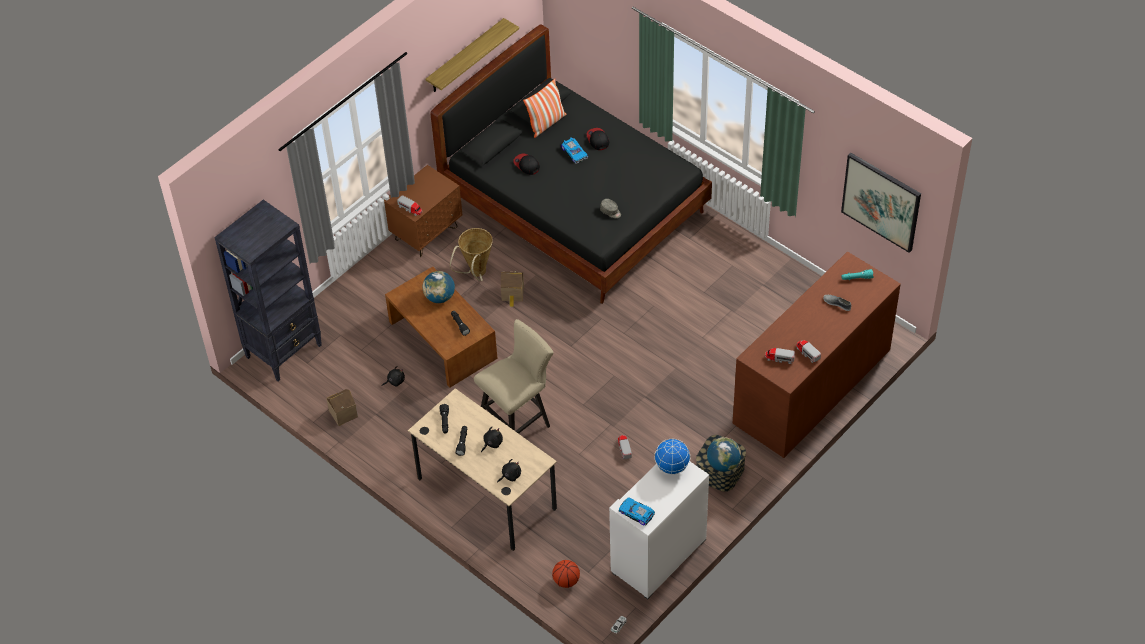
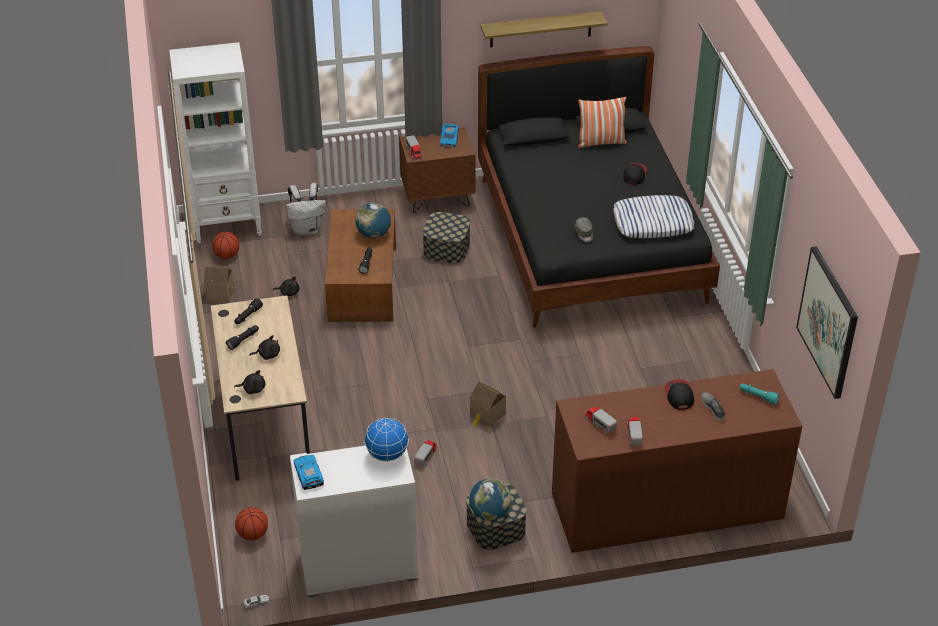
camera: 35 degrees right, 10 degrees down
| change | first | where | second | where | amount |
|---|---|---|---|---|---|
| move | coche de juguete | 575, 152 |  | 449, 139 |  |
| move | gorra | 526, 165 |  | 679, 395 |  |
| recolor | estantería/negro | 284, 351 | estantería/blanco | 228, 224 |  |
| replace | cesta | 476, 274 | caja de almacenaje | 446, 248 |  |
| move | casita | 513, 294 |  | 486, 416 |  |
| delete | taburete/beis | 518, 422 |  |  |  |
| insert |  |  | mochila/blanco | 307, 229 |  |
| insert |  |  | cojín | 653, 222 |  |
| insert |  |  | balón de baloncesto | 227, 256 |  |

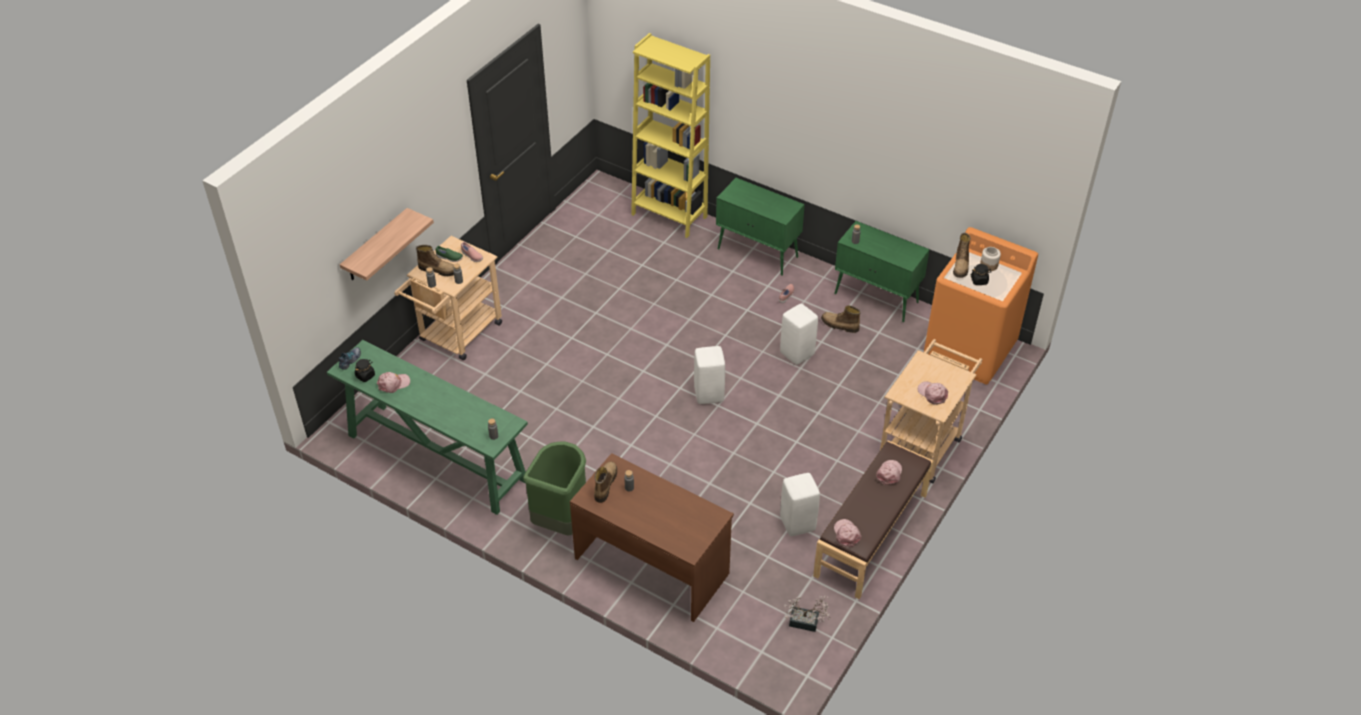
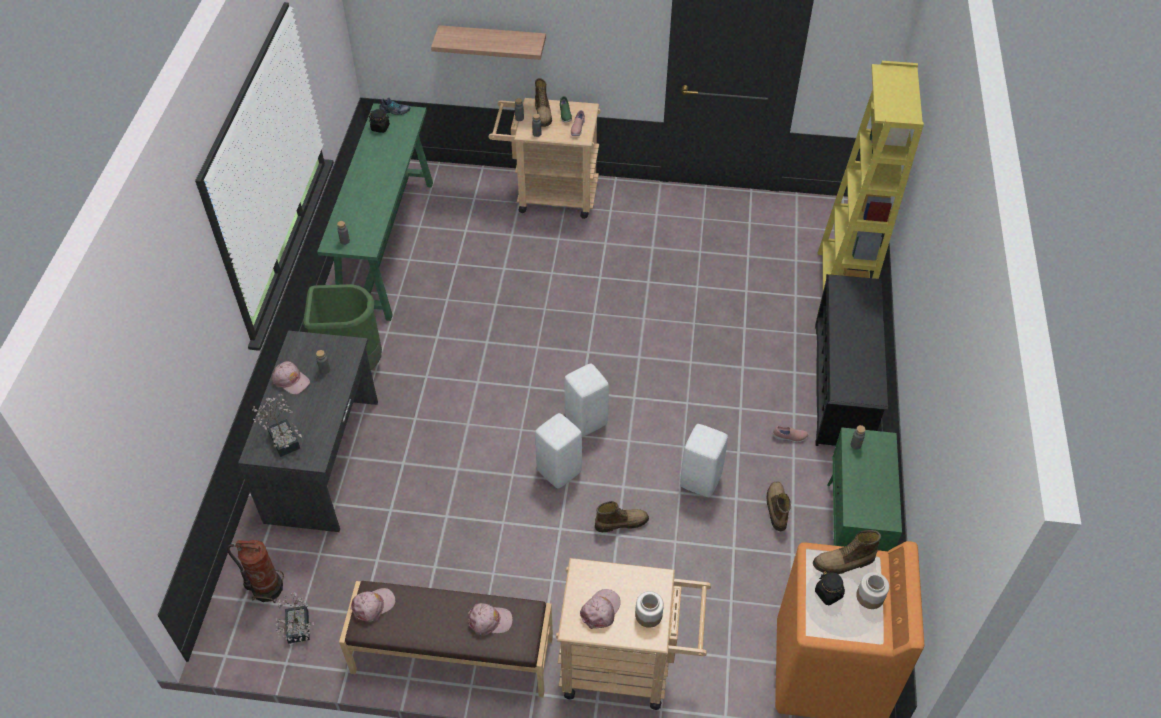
camera: 65 degrees right, 5 degrees up
| change | first | where | second | where | amount |
|---|---|---|---|---|---|
| replace | armario/verde | 758, 253 | zapatero/negro | 842, 385 |  |
| move | gorra/rosa | 393, 384 |  | 291, 380 |  |
| recolor | escritorio/marrón | 652, 565 | escritorio/gris | 324, 460 |  |
| move | bota | 605, 484 |  | 621, 522 |  |
| move | taburete/blanco | 797, 523 |  | 559, 470 |  |
| insert |  |  | planta en maceta | 283, 437 |  |
| insert |  |  | extintor | 266, 587 |  |
| insert |  |  | tarro | 648, 615 |  |

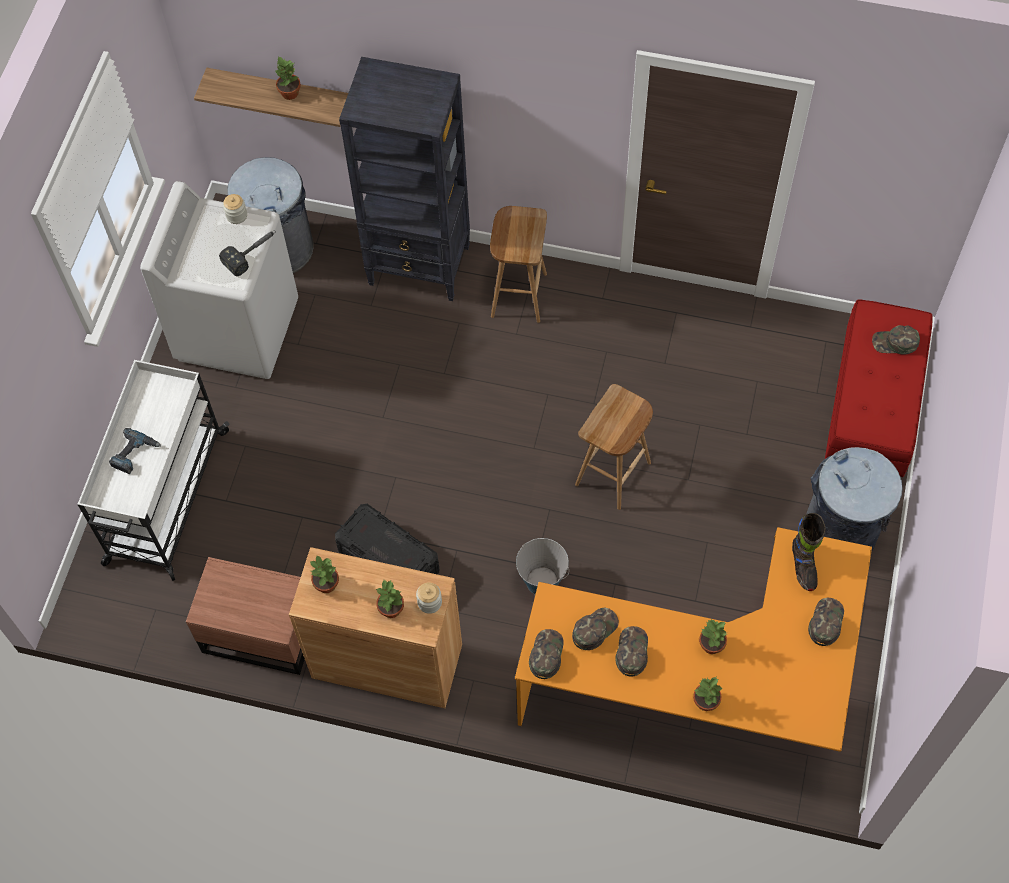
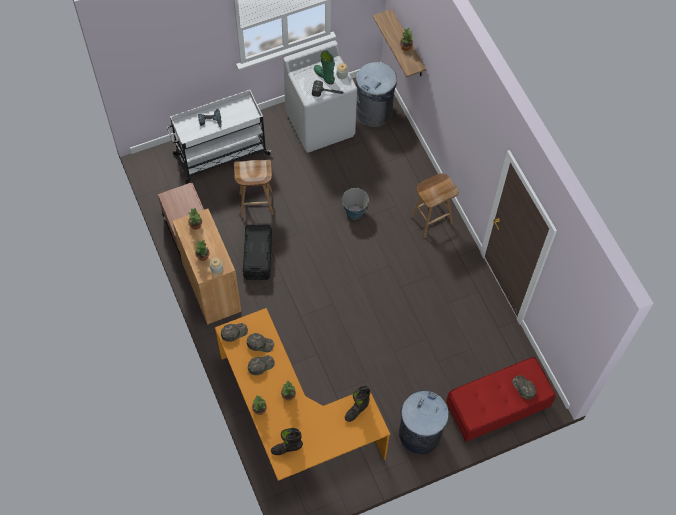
camera: 50 degrees right, 0 degrees up
| change | first | where | second | where | amount |
|---|---|---|---|---|---|
| delete | estantería/negro | 420, 266 |  |  |  |
| move | taburete/marrón | 613, 475 |  | 255, 204 |  |
| move | cubo | 541, 580 |  | 354, 211 |  |
| delete | gorra/verde | 825, 622 |  |  |  |
| insert |  |  | bota/verde | 324, 76 |  |
| insert |  |  | bota/negro | 286, 448 |  |

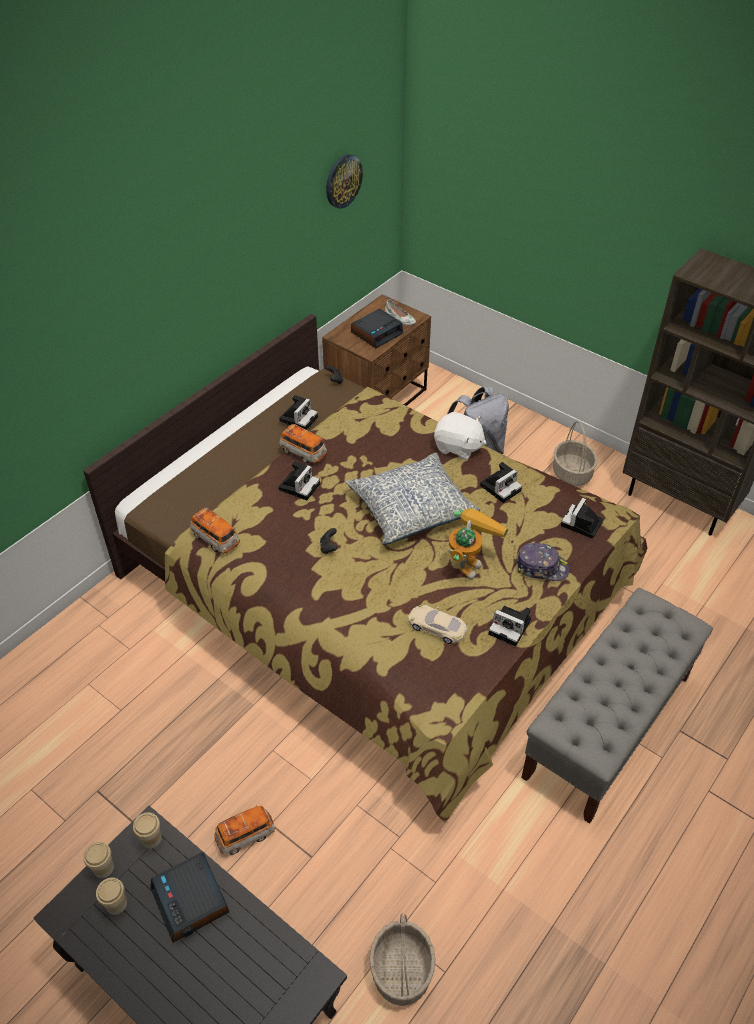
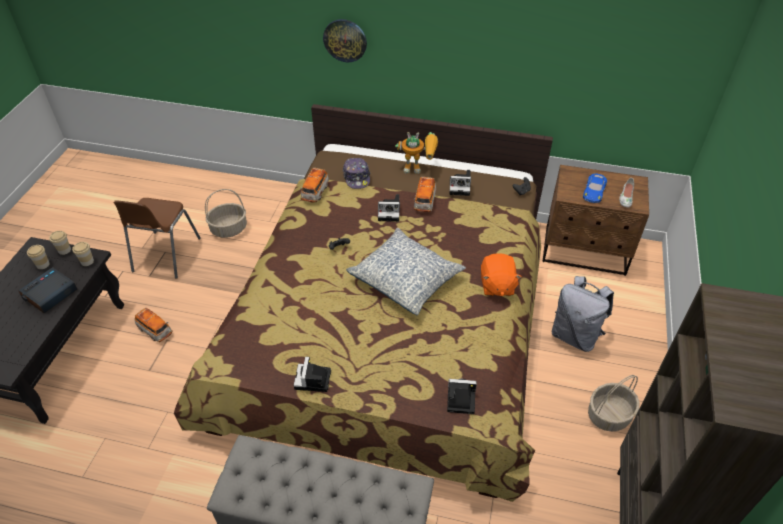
camera: 65 degrees right, 0 degrees up
| change | first | where | second | where | amount |
|---|---|---|---|---|---|
| move | reloj de pared | 343, 181 |  | 345, 40 |  |
| replace | despertador | 377, 333 | coche de juguete/azul | 594, 191 |  |
| recolor | peluche/blanco | 458, 447 | peluche/naranja | 496, 285 |  |
| delete | cámara | 501, 487 |  |  |  |
| move | robot de juguete | 469, 561 |  | 419, 168 |  |
| move | gorra | 541, 567 |  | 357, 177 |  |
| delete | coche de juguete/beis | 437, 627 |  |  |  |
| move | cesta | 402, 972 |  | 228, 229 |  |
| insert |  |  | silla/marrón | 165, 255 |  |

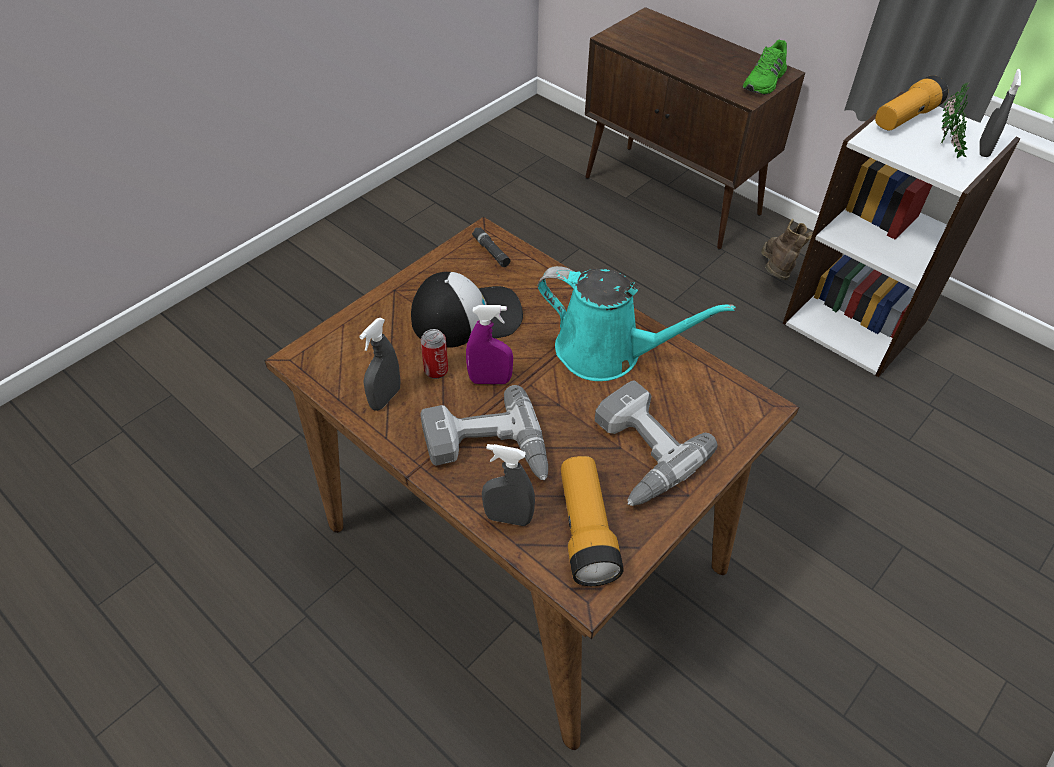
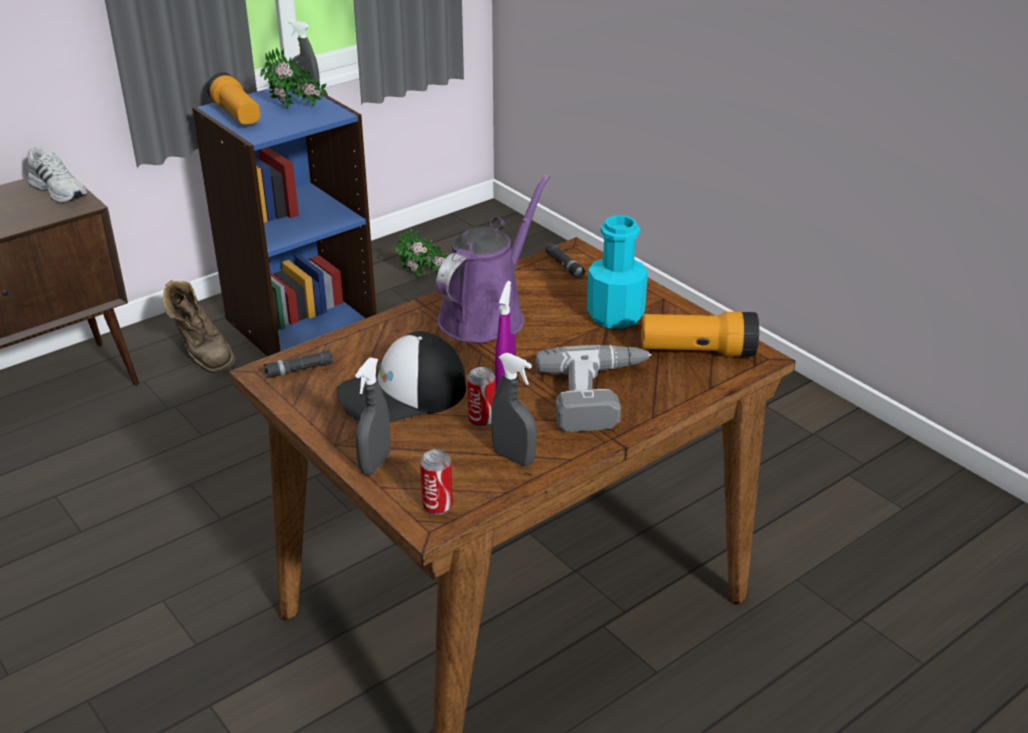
camera: 80 degrees left, 15 degrees down
| change | first | where | second | where | amount |
|---|---|---|---|---|---|
| recolor | zapato/verde | 765, 81 | zapato/blanco | 59, 191 |  |
| recolor | estantería/blanco | 856, 321 | estantería/azul | 300, 322 |  |
| rotate | bota/marrón | 776, 273 |  | 202, 354 | 150 degrees counterclockwise |
| recolor | regadera/turquesa | 607, 352 | regadera/morado | 487, 315 |  |
| rotate | gorra | 467, 316 |  | 402, 394 | 105 degrees counterclockwise |
| replace | taladro | 637, 453 | botella/turquesa | 615, 316 |  |
| move | pulverizador/gris | 508, 518 |  | 375, 463 |  |
| insert |  |  | planta en maceta | 424, 276 |  |
| insert |  |  | linterna/negro | 564, 266 |  |
| insert |  |  | lata | 437, 506 |  |

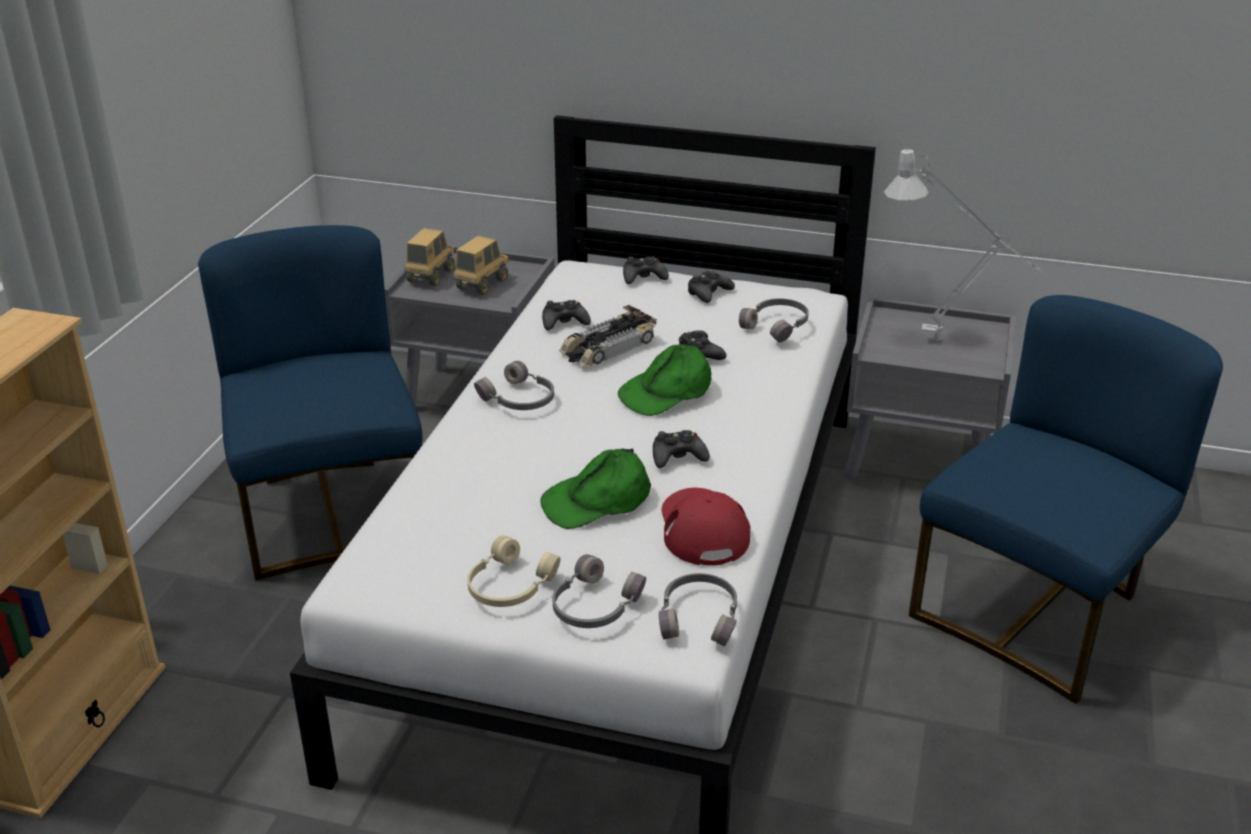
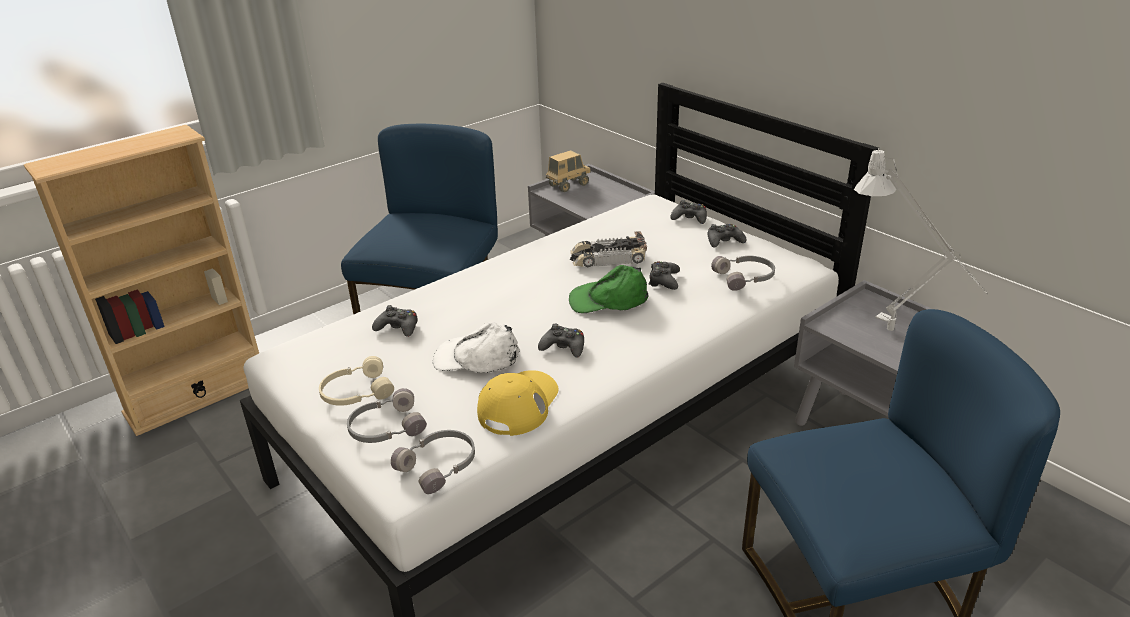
camera: 35 degrees right, 0 degrees up
| change | first | where | second | where | amount |
|---|---|---|---|---|---|
| delete | camión de juguete | 482, 285 |  |  |  |
| move | mando de consola/negro | 564, 322 |  | 398, 327 |  |
| delete | auriculares/gris | 518, 400 |  |  |  |
| recolor | gorra/verde | 597, 501 | gorra/blanco | 476, 358 |  |
| recolor | gorra/rojo | 702, 529 | gorra/amarillo | 518, 404 |  |

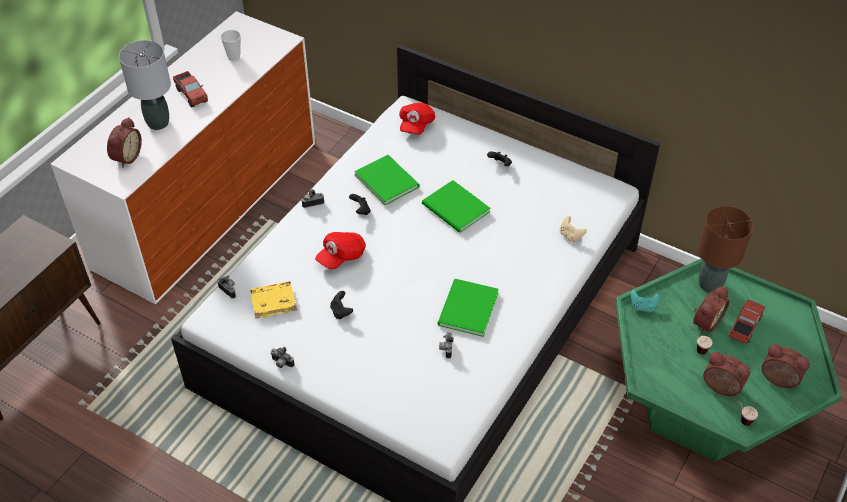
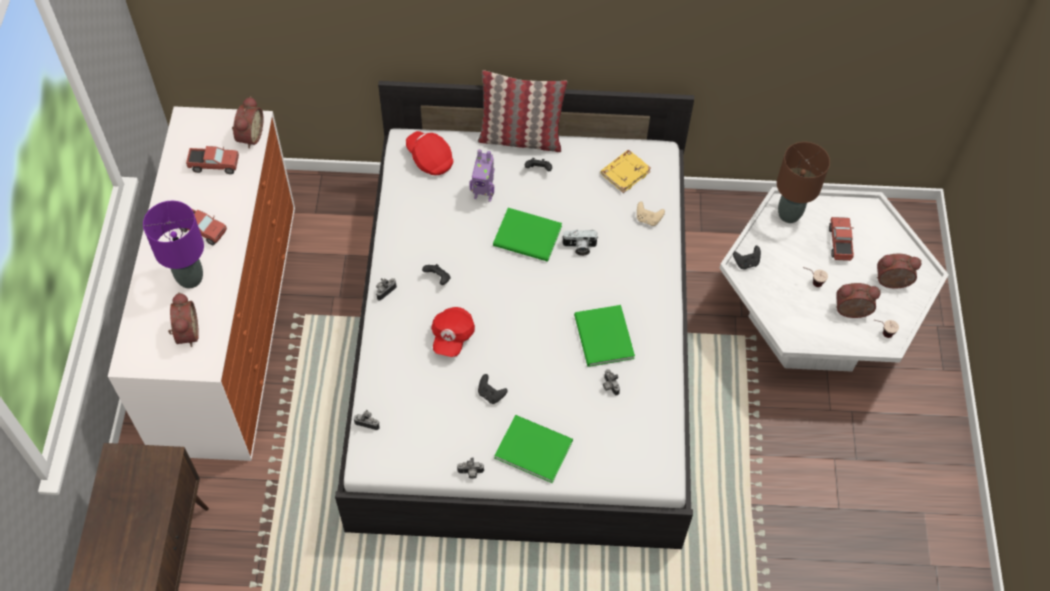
camera: 30 degrees left, 10 degrees up
| change | first | where | second | where | amount |
|---|---|---|---|---|---|
| replace | taza | 234, 57 | camión de juguete | 214, 165 |  |
| recolor | lámpara de mesa/gris | 157, 123 | lámpara de mesa/morado | 190, 279 |  |
| rotate | gorra/rojo | 416, 125 |  | 430, 159 | 150 degrees clockwise |
| move | libro/verde | 387, 179 |  | 532, 447 |  |
| recolor | mesa de centro/verde | 704, 402 | mesa de centro/blanco | 814, 320 |  |
| move | libro/amarillo | 274, 301 |  | 625, 173 |  |
| move | despertador | 705, 322 |  | 249, 136 |  |
| recolor | mando de consola/turquesa | 642, 307 | mando de consola/negro | 746, 263 |  |
| insert |  |  | cojín | 520, 138 |  |
| insert |  |  | robot de juguete | 483, 194 |  |
| insert |  |  | cámara | 579, 247 |  |

